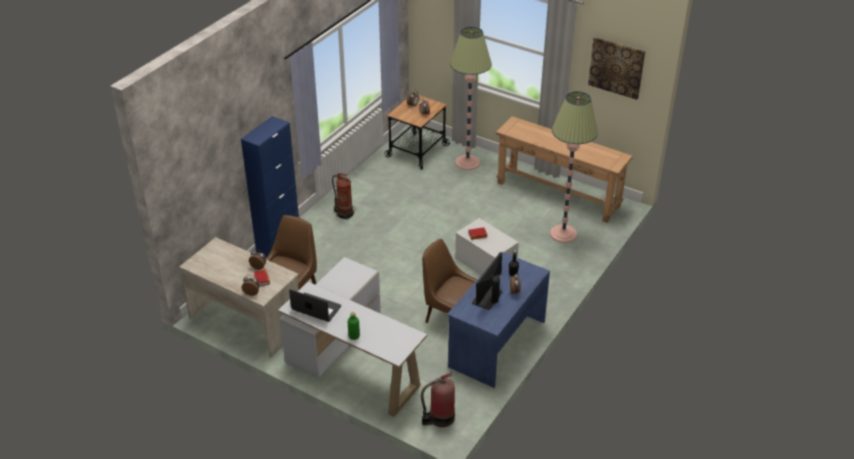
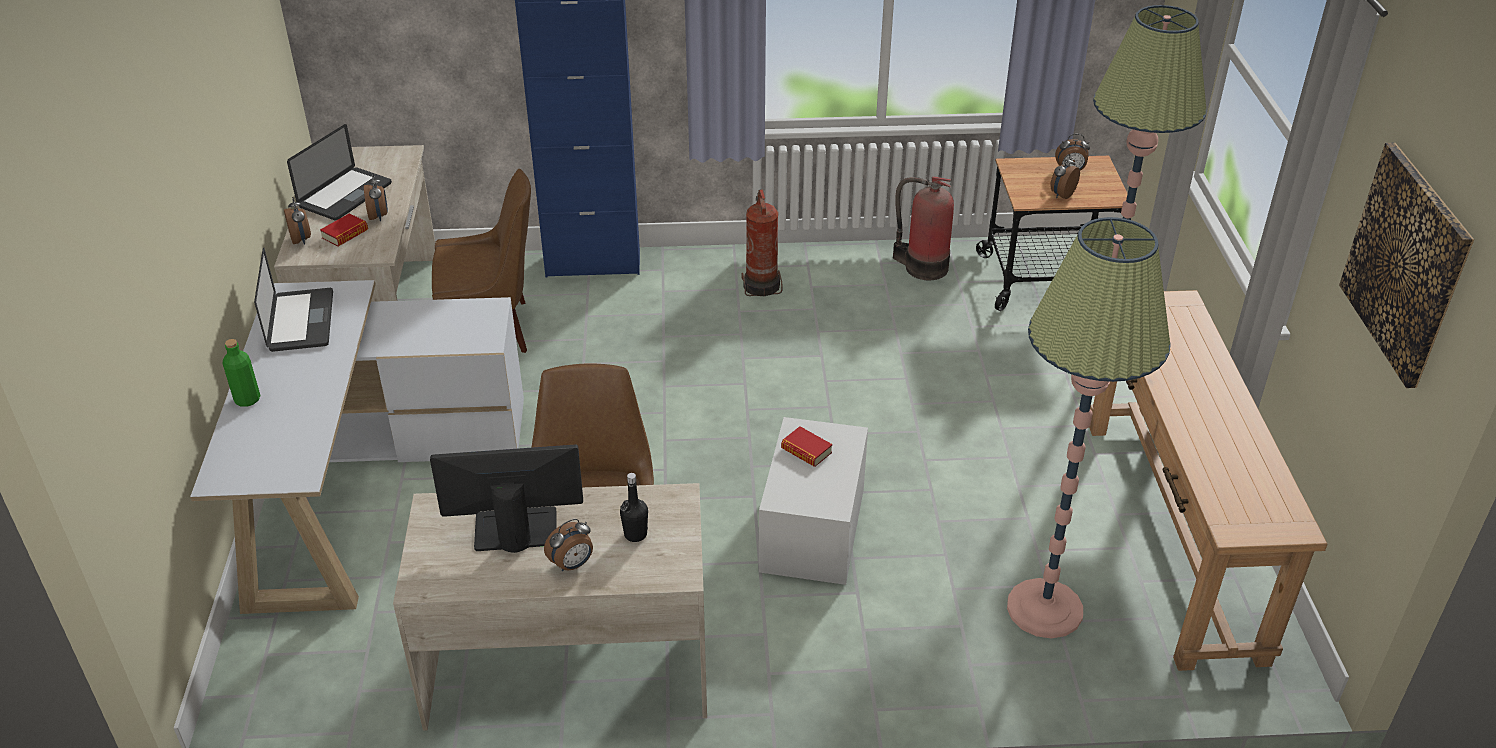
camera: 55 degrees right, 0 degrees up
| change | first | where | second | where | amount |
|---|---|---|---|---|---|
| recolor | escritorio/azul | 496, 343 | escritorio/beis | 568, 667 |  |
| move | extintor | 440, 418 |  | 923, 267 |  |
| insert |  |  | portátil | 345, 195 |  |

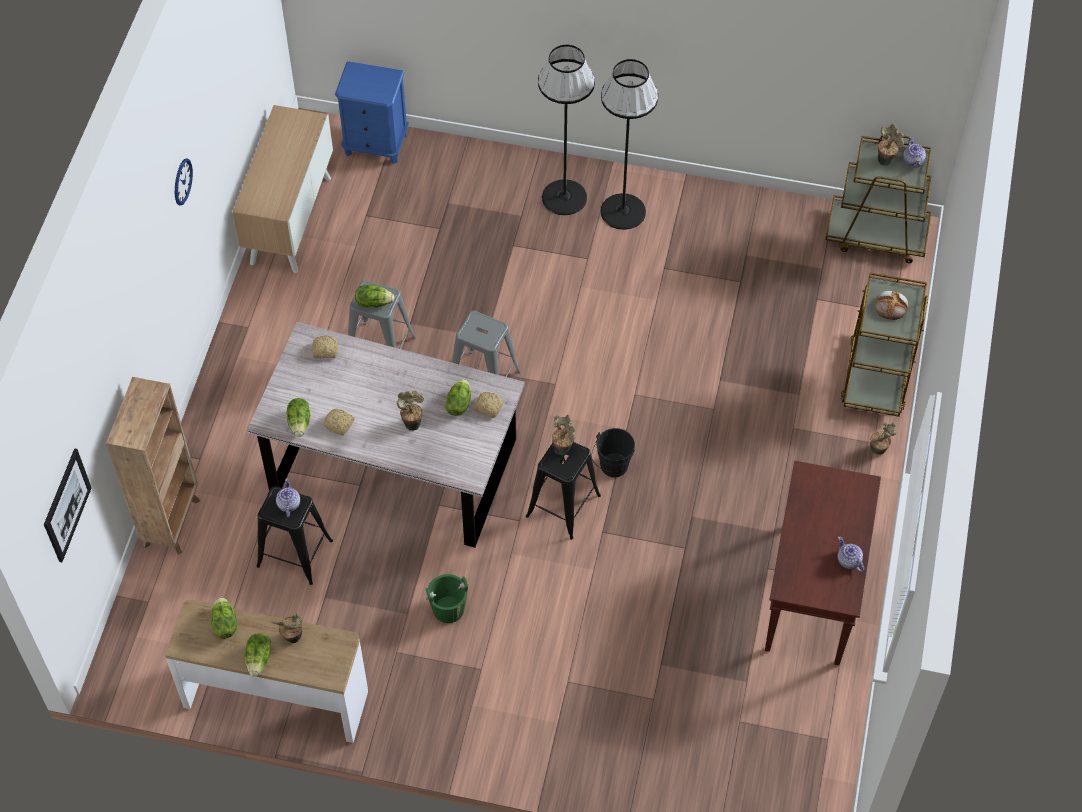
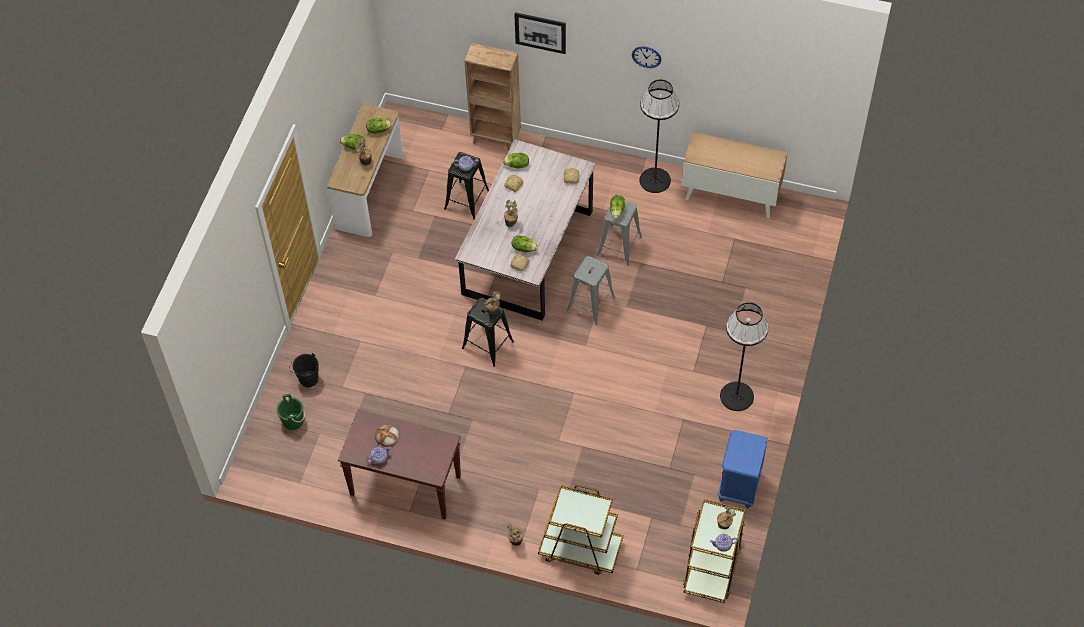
camera: 95 degrees right, 0 degrees up
| change | first | where | second | where | amount |
|---|---|---|---|---|---|
| move | lámpara de pie/negro | 564, 197 |  | 655, 180 |  |
| move | mesita de noche/azul | 375, 144 |  | 739, 487 |  |
| move | pan | 891, 306 |  | 387, 437 |  |
| move | cubo/negro | 612, 468 |  | 307, 378 |  |
| move | cuadro | 66, 505 |  | 540, 32 |  |
| move | cubo/verde | 448, 609 |  | 293, 421 |  |

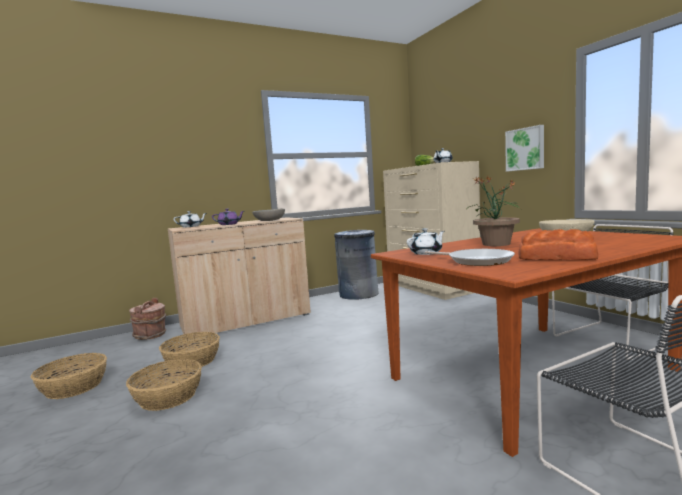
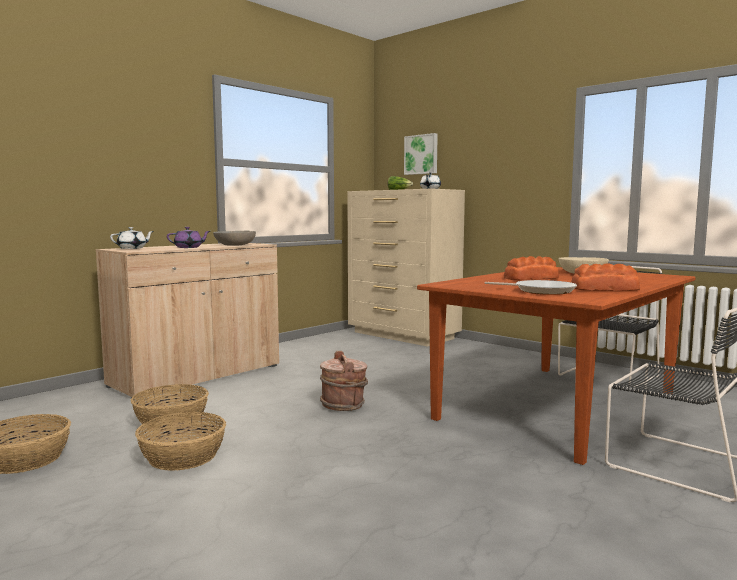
camera: 20 degrees left, 0 degrees up
| change | first | where | second | where | amount |
|---|---|---|---|---|---|
| move | cuadro | 525, 149 |  | 421, 154 |  |
| replace | planta en maceta | 496, 244 | pan | 530, 278 |  |
| delete | tetera/blanco | 426, 253 |  |  |  |
| delete | papelera/gris | 358, 294 |  |  |  |
| move | cubo/marrón | 150, 335 |  | 343, 405 |  |

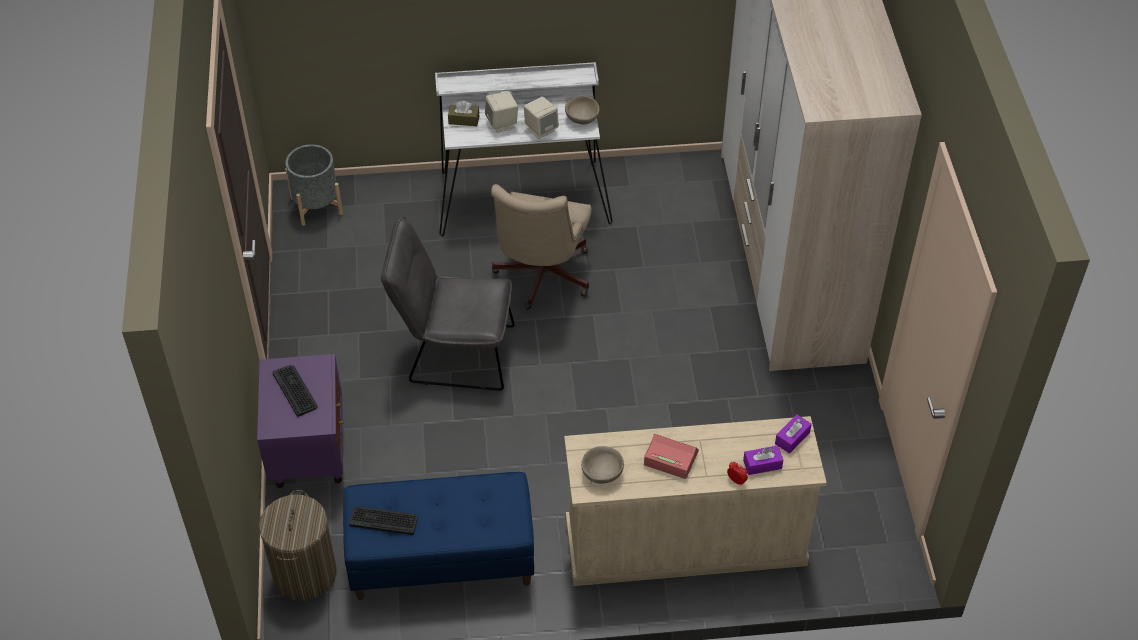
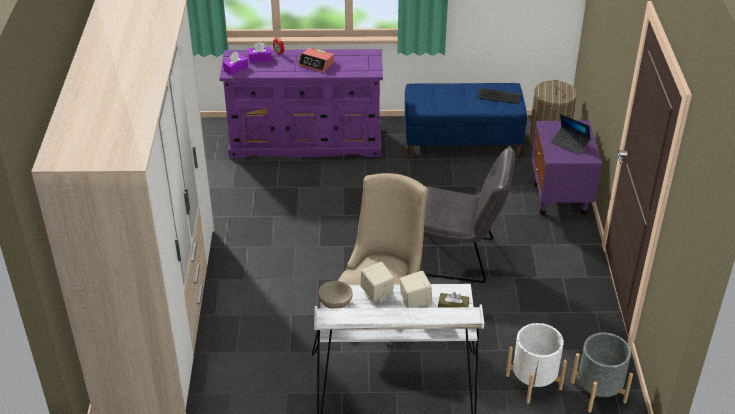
camera: 175 degrees left, 10 degrees down
| change | first | where | second | where | amount |
|---|---|---|---|---|---|
| replace | teclado | 295, 390 | portátil | 570, 144 |  |
| recolor | cómoda/beis | 684, 543 | cómoda/morado | 306, 142 |  |
| delete | cuenco/beis | 602, 473 |  |  |  |
| insert |  |  | maceta/blanco | 533, 382 |  |

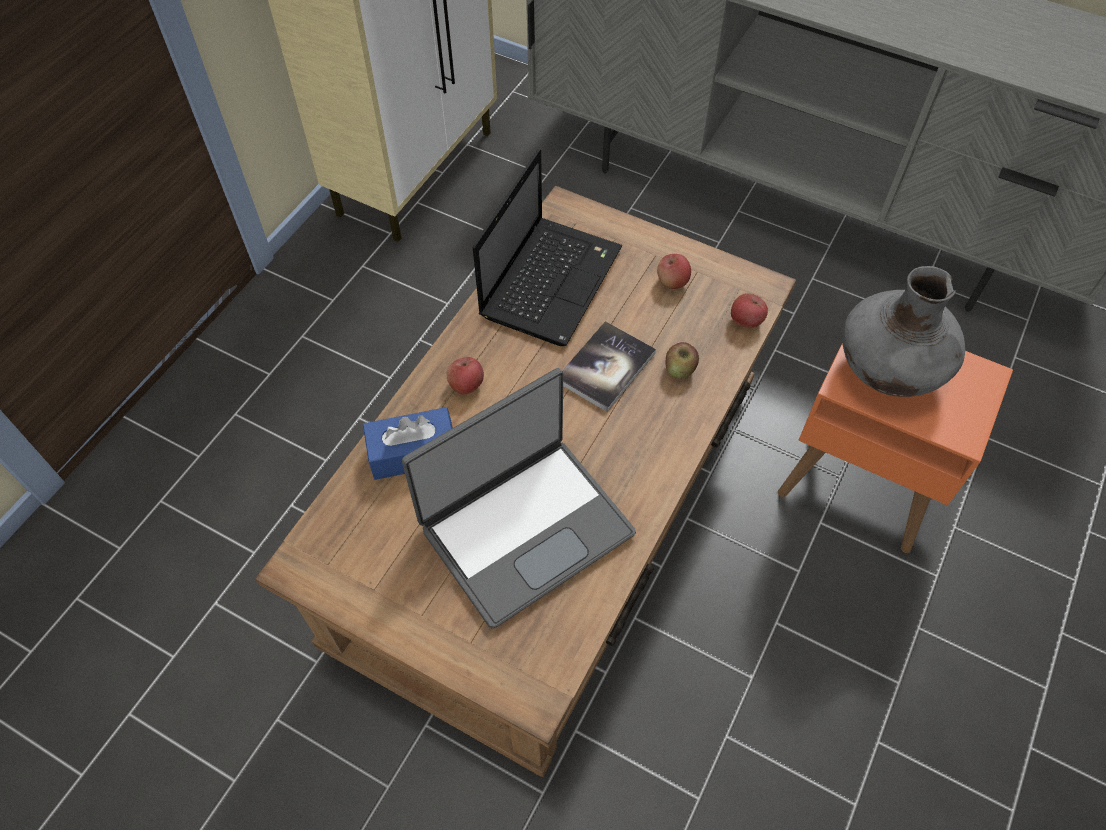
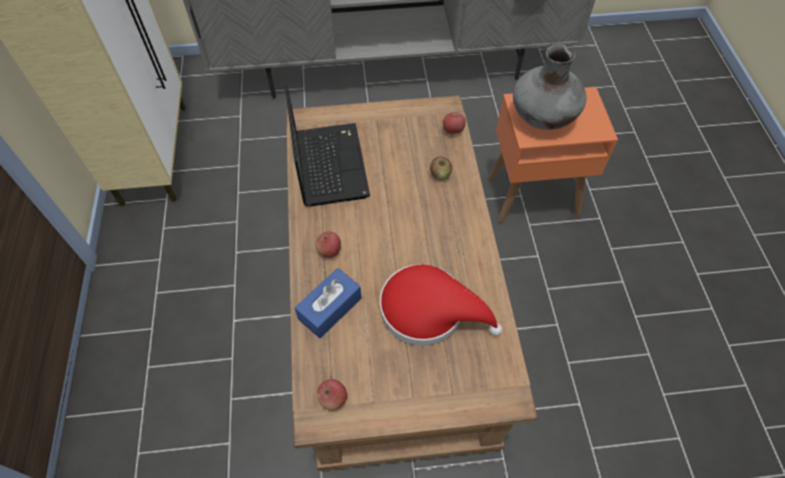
camera: 35 degrees left, 0 degrees up
| change | first | where | second | where | amount |
|---|---|---|---|---|---|
| move | manzana | 672, 282 |  | 333, 399 |  |
| delete | libro | 606, 367 |  |  |  |
| replace | portátil | 525, 528 | sombrero/rojo | 429, 310 |  |

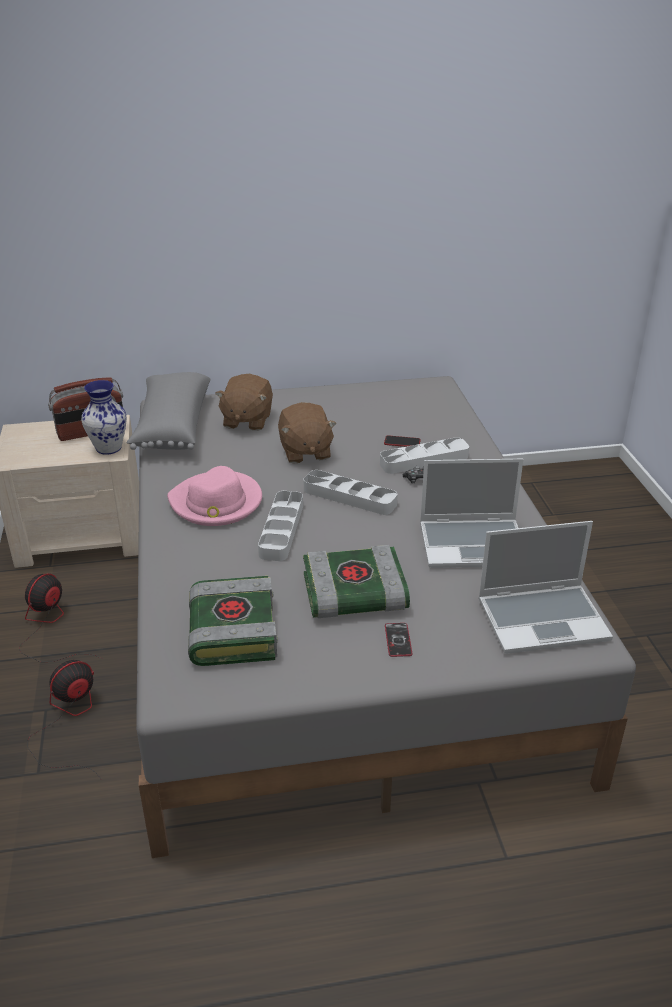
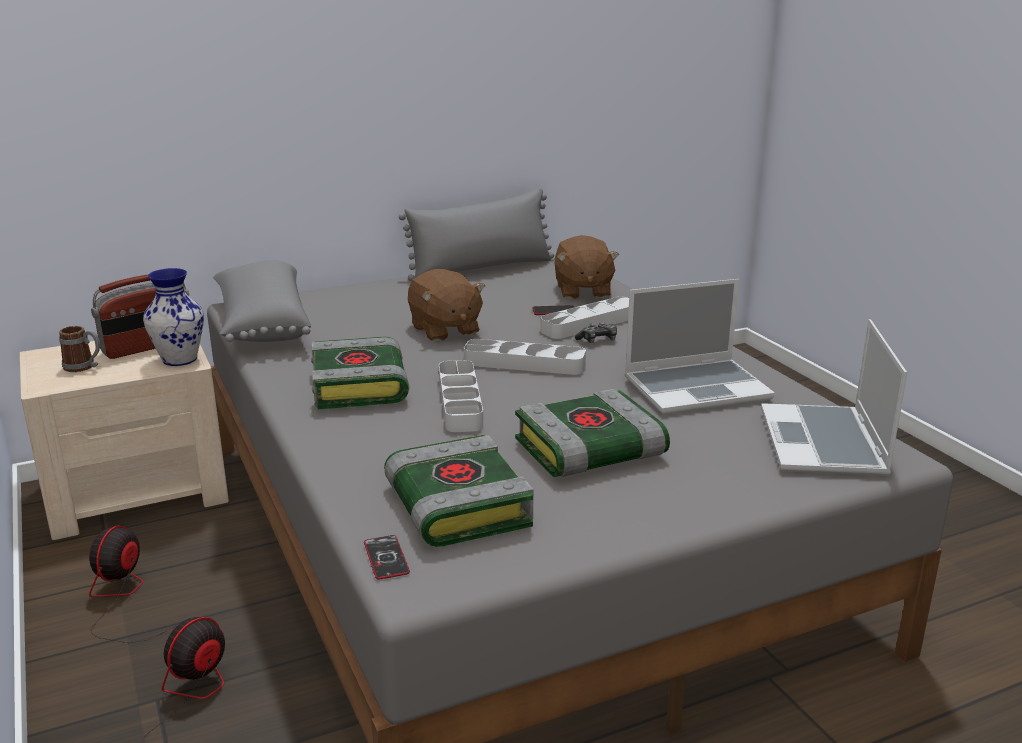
camera: 15 degrees left, 10 degrees down
| change | first | where | second | where | amount |
|---|---|---|---|---|---|
| move | peluche/marrón | 246, 420 |  | 582, 291 |  |
| replace | sombrero/rosa | 216, 503 | libro | 361, 387 |  |
| rotate | portátil | 543, 619 |  | 824, 444 | 120 degrees clockwise |
| move | móvil | 398, 640 |  | 386, 558 |  |
| insert |  |  | cojín/gris | 481, 268 |  |
| insert |  |  | taza grande | 84, 367 |  |

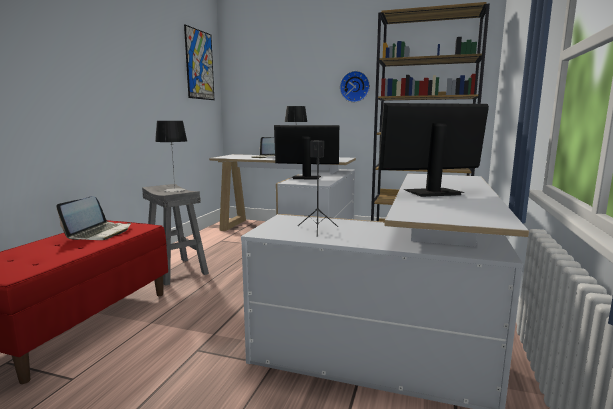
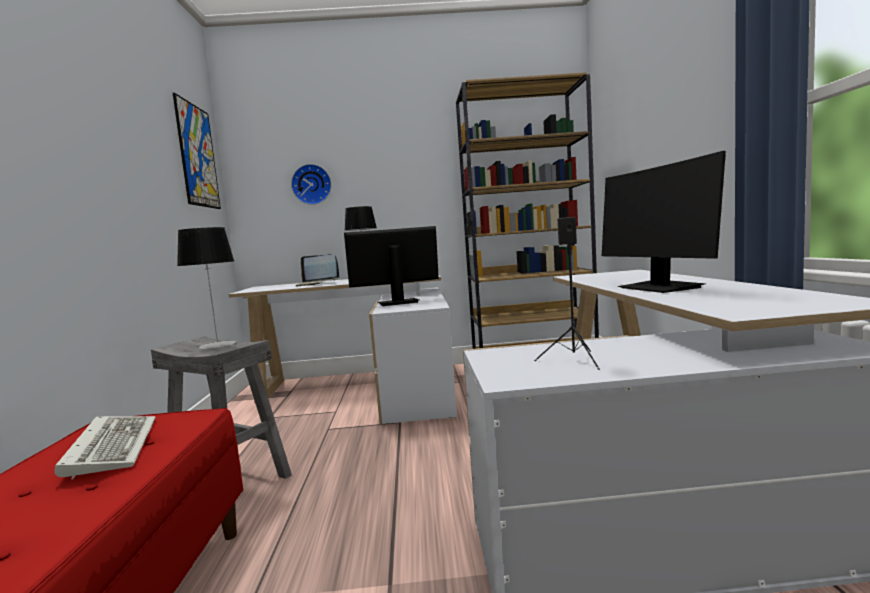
camera: 20 degrees left, 5 degrees down
| change | first | where | second | where | amount |
|---|---|---|---|---|---|
| move | reloj de pared | 355, 86 |  | 312, 184 |  |
| rotate | monitor | 432, 192 |  | 659, 288 | 75 degrees counterclockwise |
| replace | portátil | 100, 233 | teclado | 112, 446 |  |

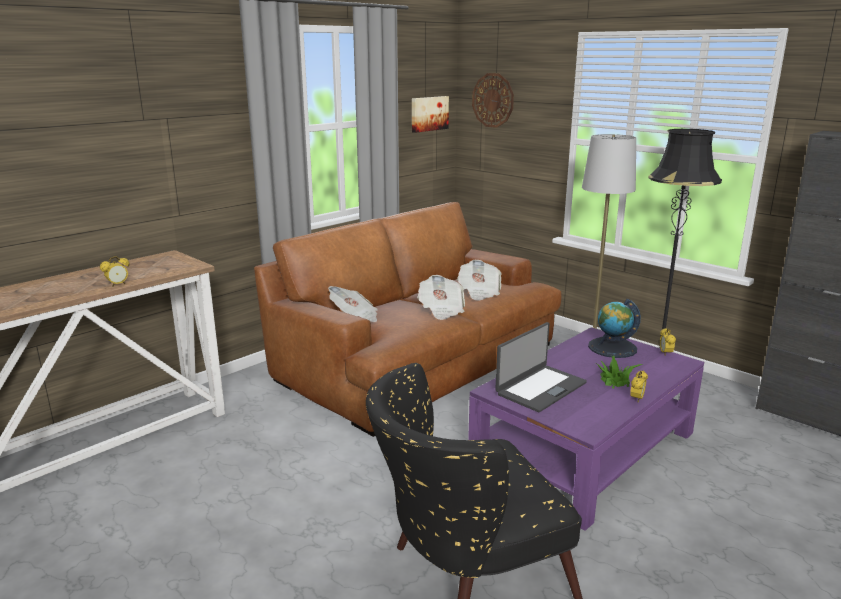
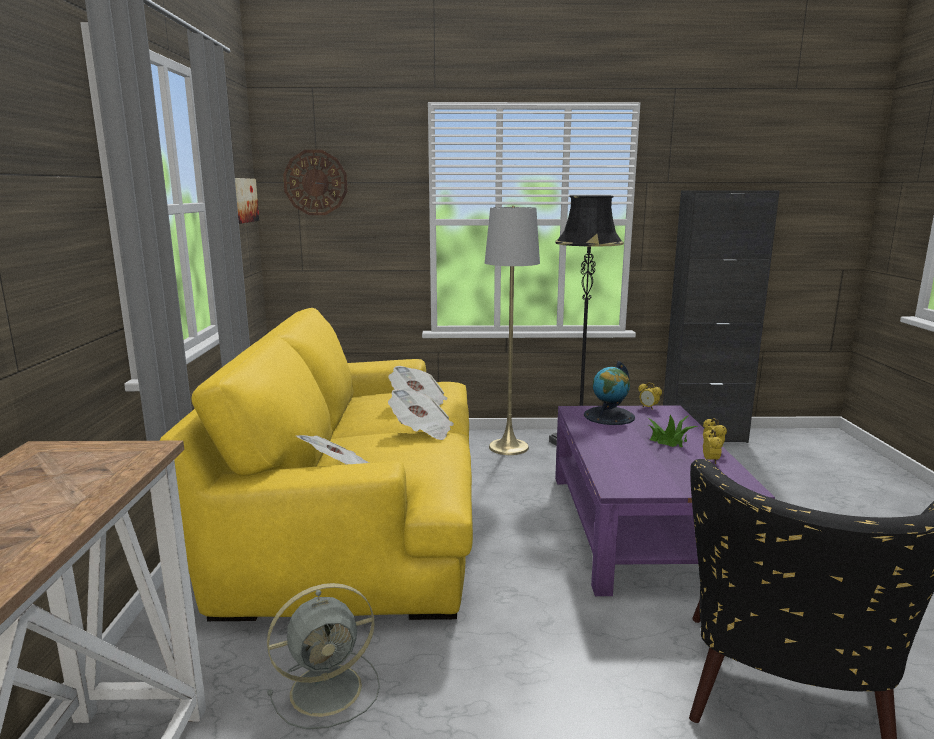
camera: 45 degrees left, 5 degrees down
| change | first | where | second | where | amount |
|---|---|---|---|---|---|
| recolor | sofá/marrón | 417, 360 | sofá/amarillo | 359, 513 |  |
| move | despertador | 118, 285 |  | 710, 461 |  |
| delete | portátil | 540, 388 |  |  |  |
| insert |  |  | ventilador/gris | 329, 688 |  |

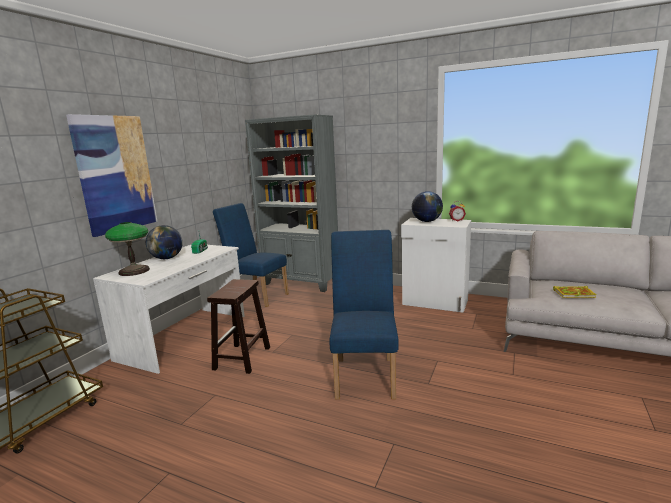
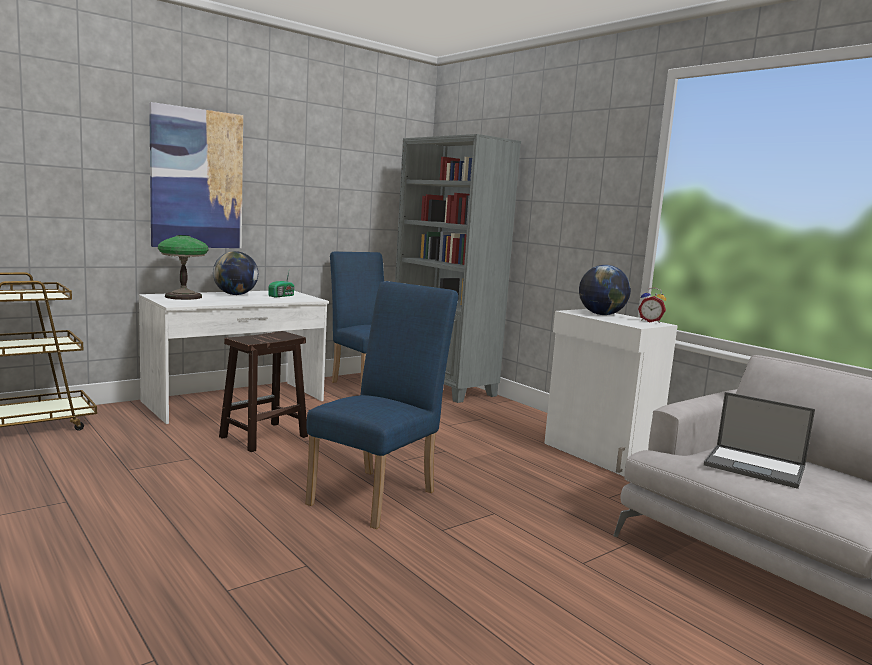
camera: 25 degrees right, 5 degrees down
| change | first | where | second | where | amount |
|---|---|---|---|---|---|
| replace | libro | 574, 294 | portátil | 756, 467 |  |

